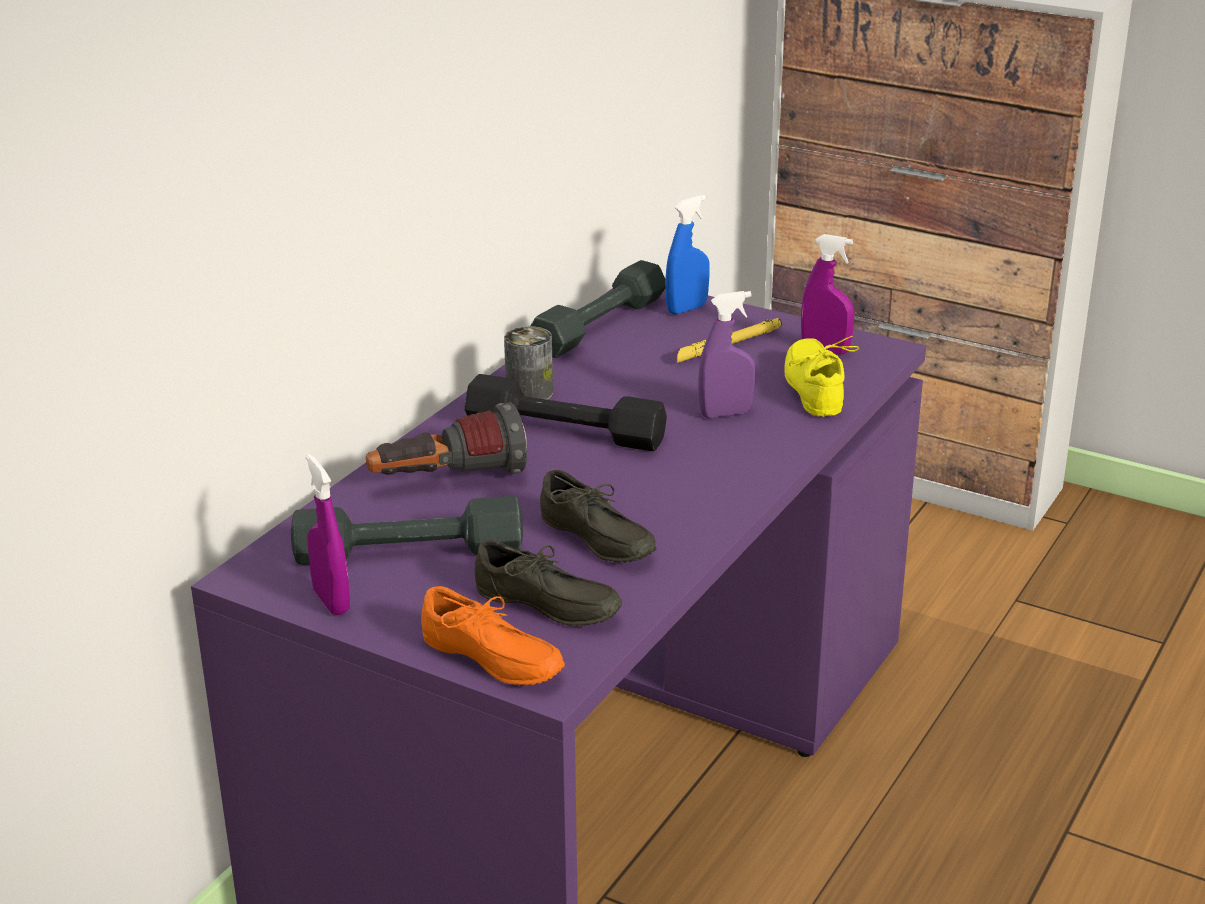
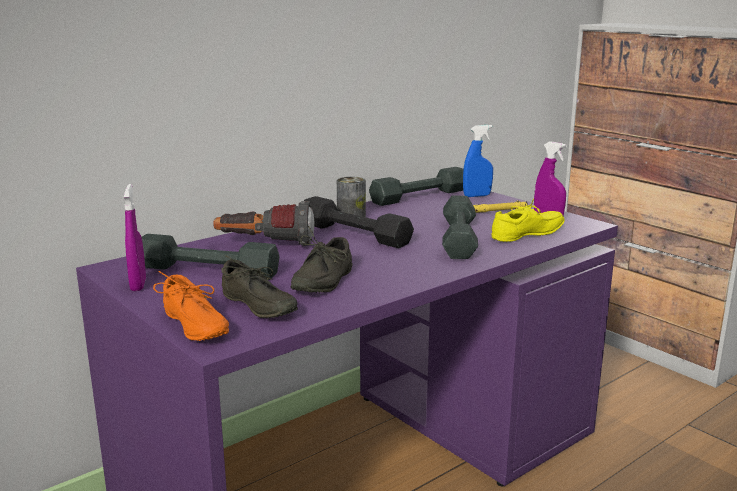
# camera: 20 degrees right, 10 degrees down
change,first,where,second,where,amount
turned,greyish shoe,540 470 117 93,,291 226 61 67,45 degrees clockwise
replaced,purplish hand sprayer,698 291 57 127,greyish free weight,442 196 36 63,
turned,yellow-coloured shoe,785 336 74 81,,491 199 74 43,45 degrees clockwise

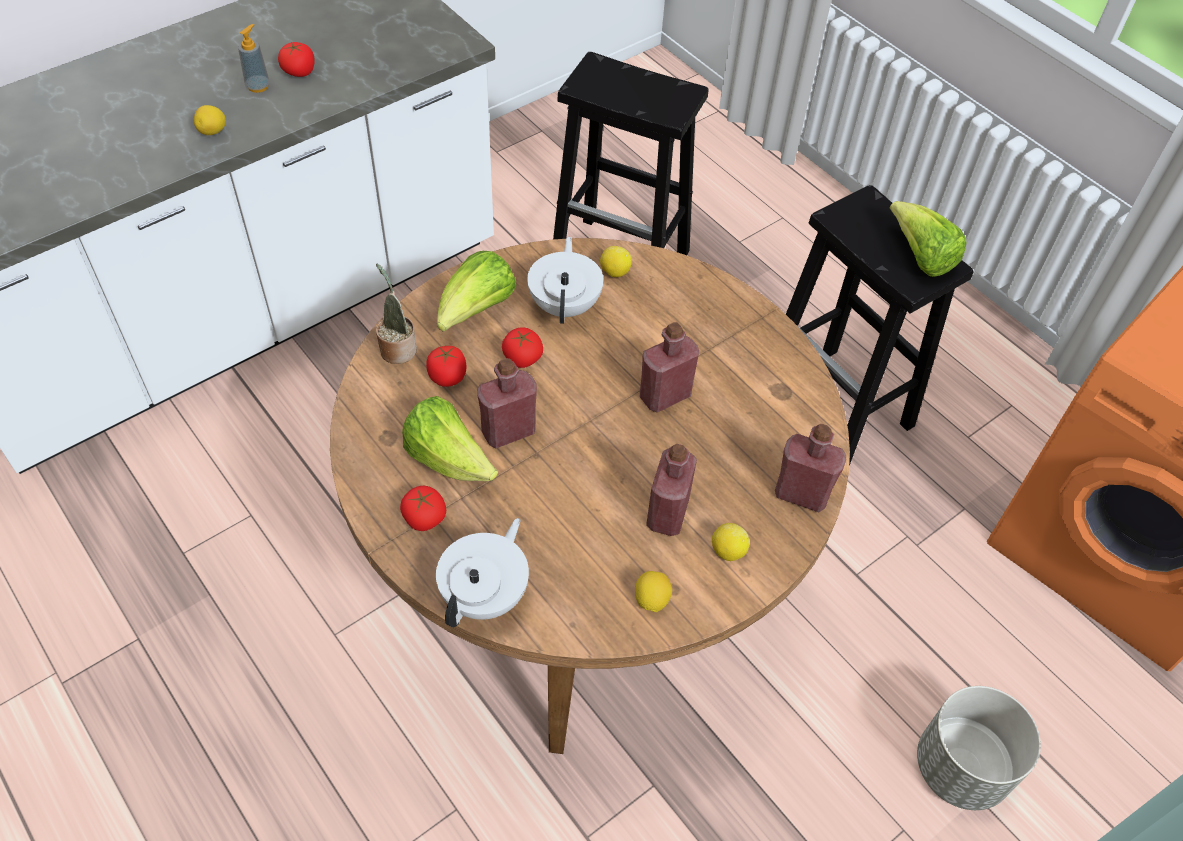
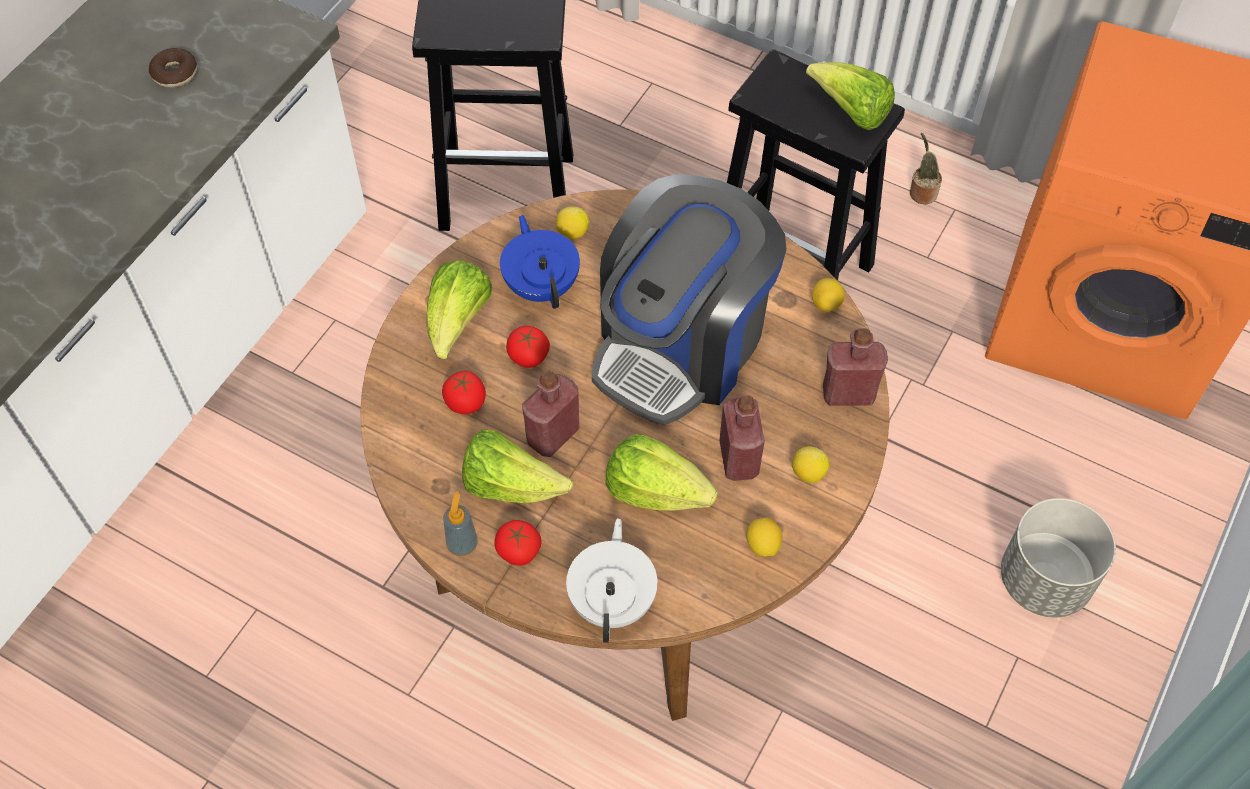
# camera: 20 degrees left, 5 degrees up
change,first,where,second,where,amount
added,,,ring doughnut,149 48 48 40,
moved,soap dispenser,238 24 32 69,,443 491 35 65,
recoloured,white pot for tea,527 237 77 87,blue-coloured pot for tea,500 215 80 94,
replaced,red-coloured beverage bottle,640 322 59 91,coffee maker,592 174 194 251,
added,,,lettuce head,605 434 113 77,
moved,lemon,193 105 33 30,,812 278 33 34,
moved,plant in a pot,376 264 41 100,,910 132 32 72,
removed,whole tomato,278 42 37 35,,,

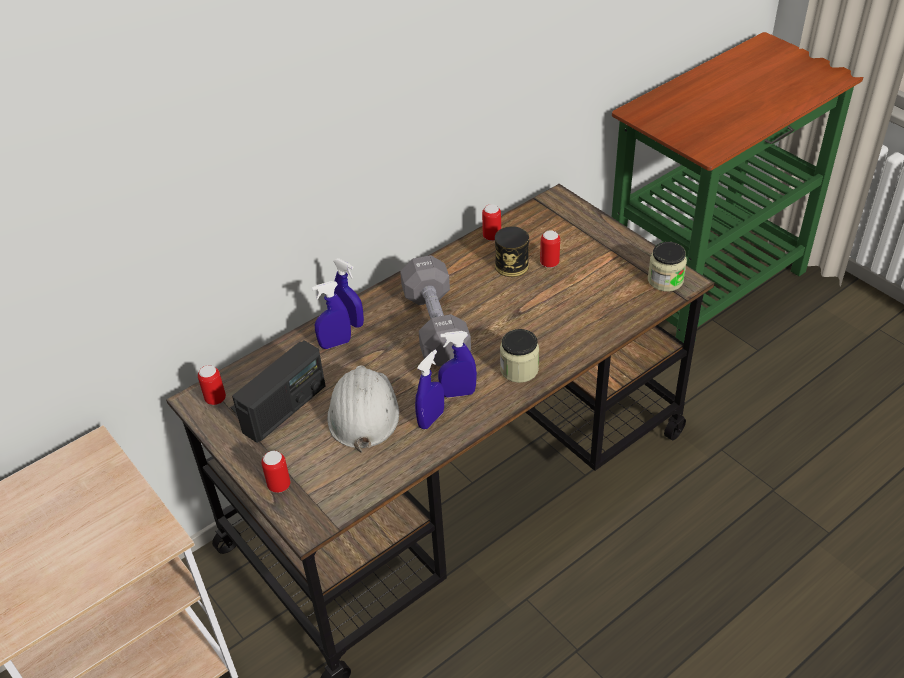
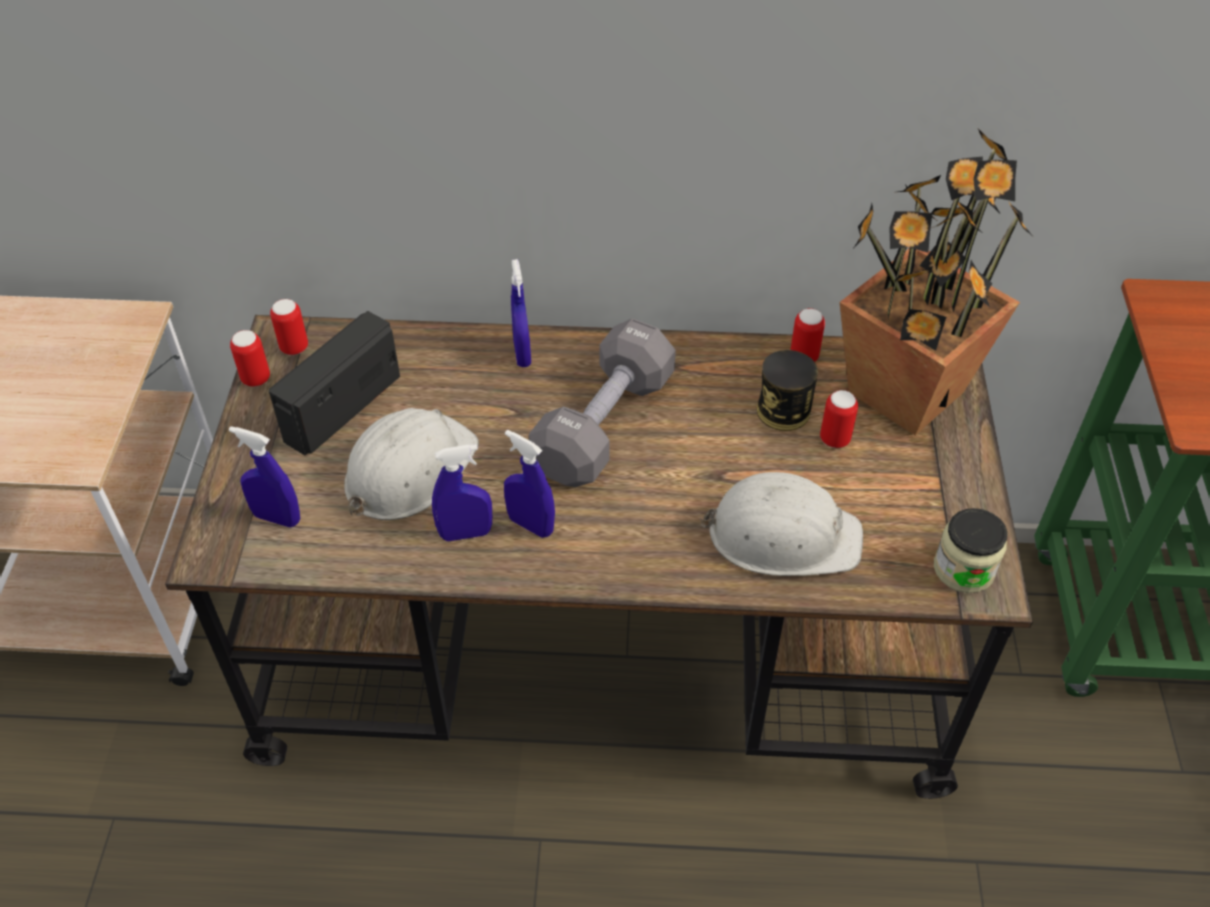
# camera: 40 degrees right, 5 degrees up
change,first,where,second,where,amount
moved,blue-coloured hand sprayer,312 281 39 68,,229 426 71 101,
moved,metal can,261 451 29 42,,230 330 40 57,
turned,radio set,232 340 93 103,,269 311 131 144,135 degrees clockwise
added,,,white work helmet,700 472 163 104,
added,,,plant in a pot,840 129 192 306,
removed,storage jar,500 329 39 54,,,

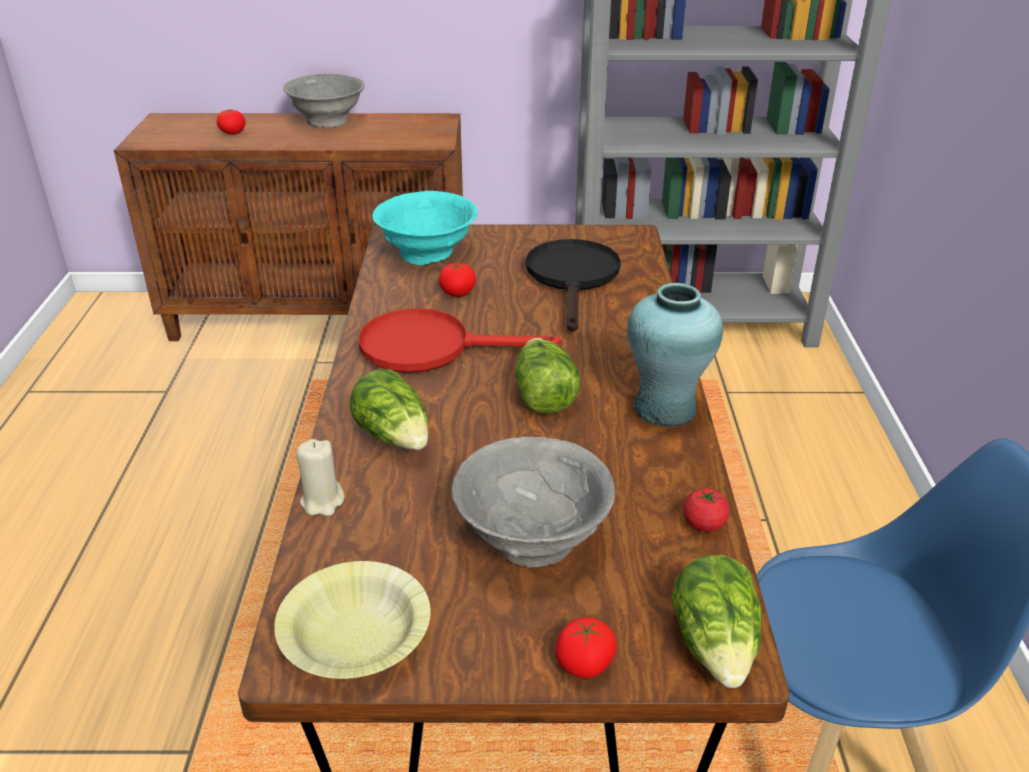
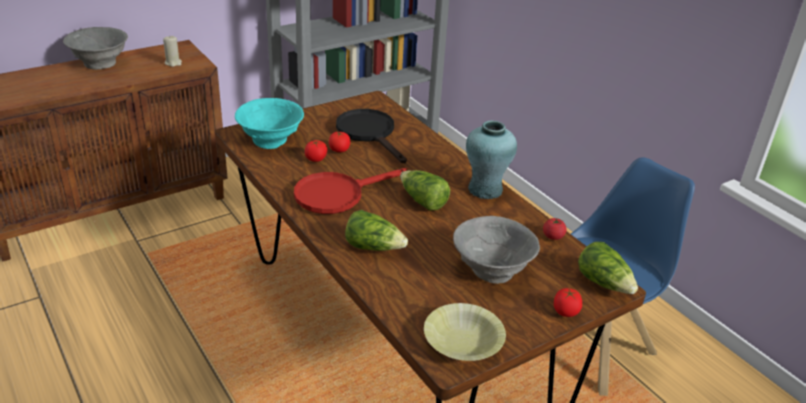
# camera: 35 degrees left, 0 degrees up
change,first,where,second,where,amount
moved,beige candle,296 439 48 77,,163 36 19 31,
moved,whole tomato,217 109 29 25,,329 132 21 20,

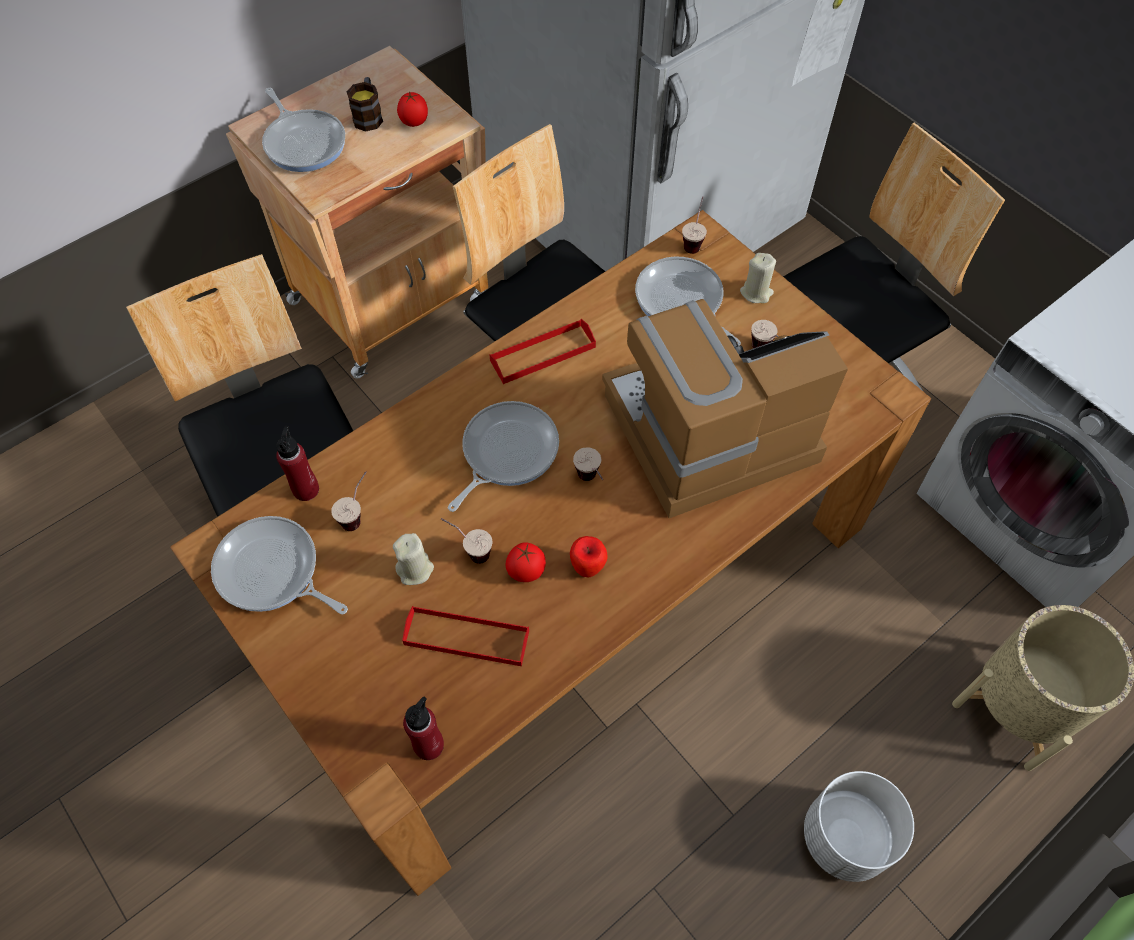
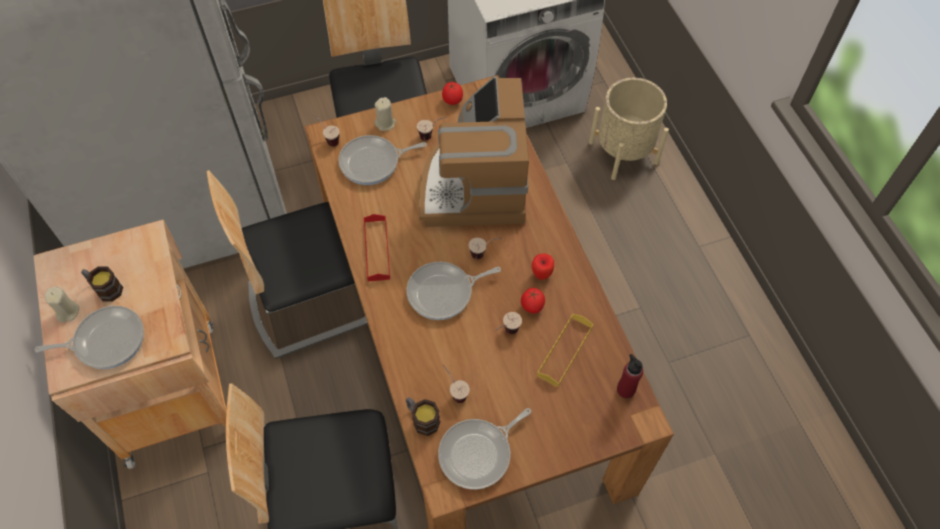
# camera: 70 degrees left, 0 degrees up
change,first,where,second,where,amount
moved,beige candle,393 533 41 52,,44 287 35 35,
turned,pan,448 401 111 111,,406 262 95 58,75 degrees counterclockwise
replaced,red-coloured beverage bottle,276 426 43 75,tea mug,406 397 34 39,
moved,whole tomato,397 91 31 36,,442 82 21 23,
recoloured,red-coloured carrying tray,402 606 127 60,yellow-coloured carrying tray,537 314 56 73,
removed,white flower pot,804 771 110 111,,,

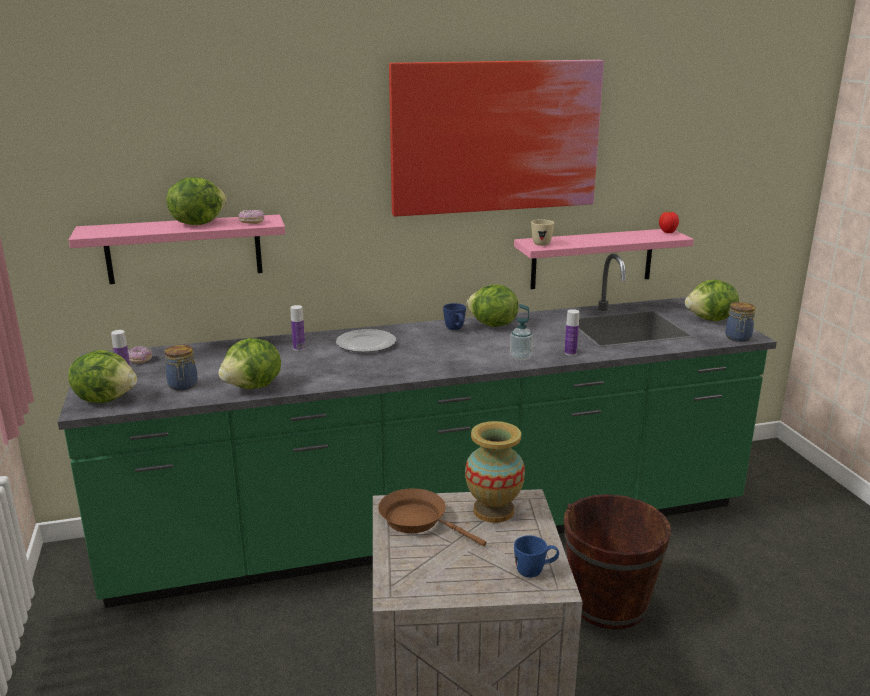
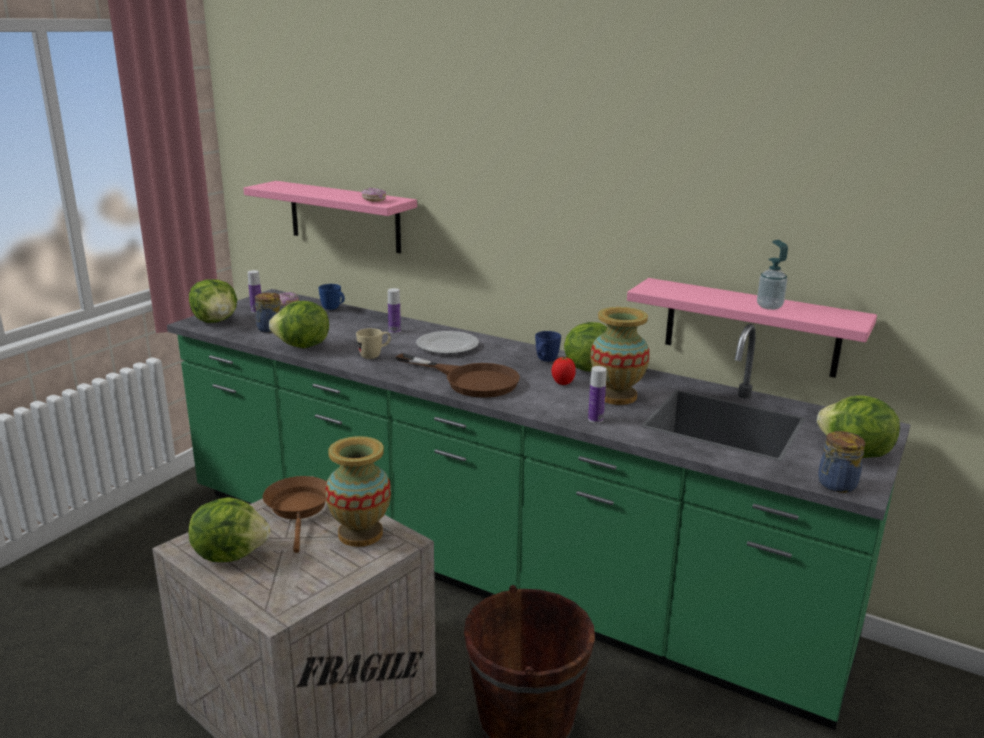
# camera: 45 degrees right, 0 degrees up
change,first,where,second,where,amount
moved,lettuce head,166 178 61 47,,188 497 82 65,
moved,blue-coloured tea mug,514 535 45 43,,318 284 27 26,
moved,beige tea mug,531 219 23 27,,356 328 35 31,
added,,,brown pan,396 353 124 45,
moved,whole tomato,659 211 20 22,,552 357 24 28,
added,,,decorative vase,591 307 59 98,
moved,soap dispenser,510 304 23 56,,757 240 31 70,
removed,picture,389 60 215 157,,,

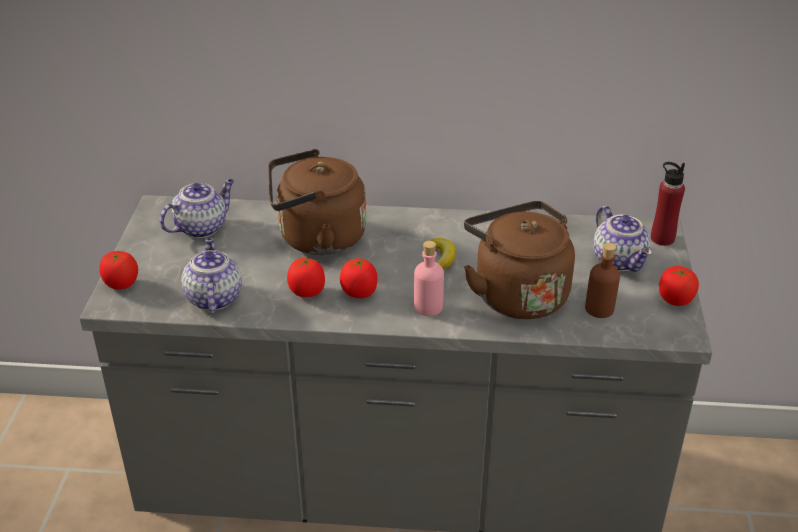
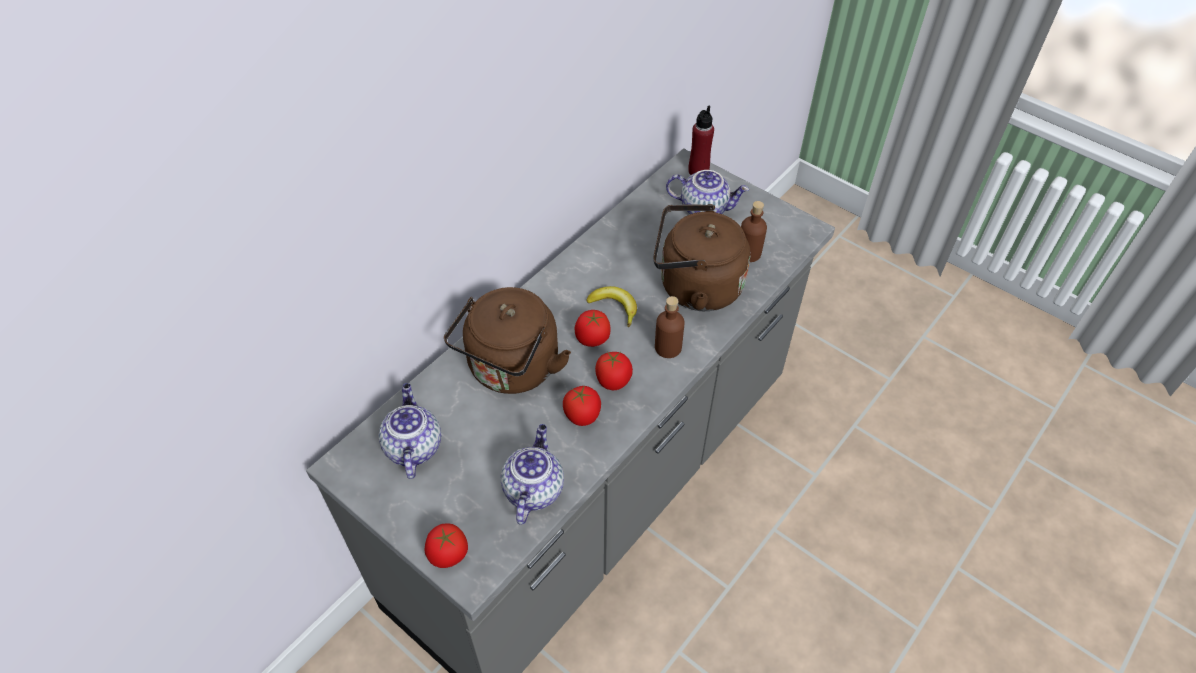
# camera: 55 degrees left, 15 degrees up
change,first,where,second,where,amount
turned,pot for tea,181 237 61 77,,501 424 63 101,75 degrees clockwise
moved,whole tomato,659 266 40 40,,575 310 36 37,
recoloured,pink-coloured beverage bottle,414 241 30 75,brown beverage bottle,655 296 30 62,

